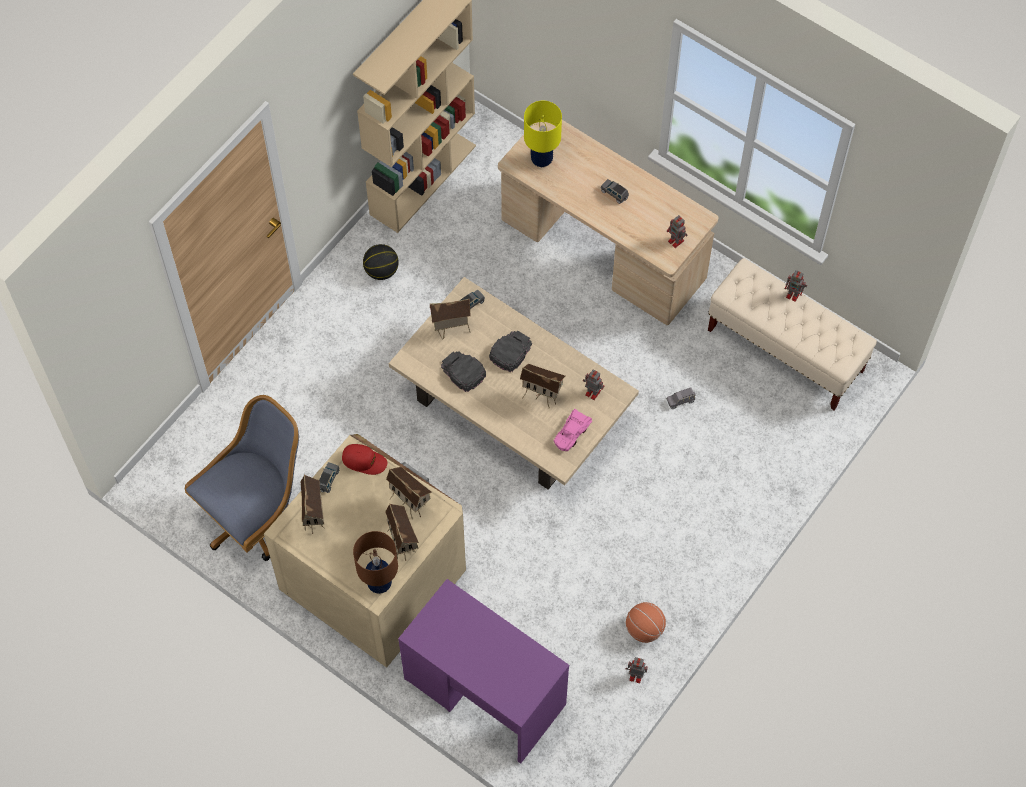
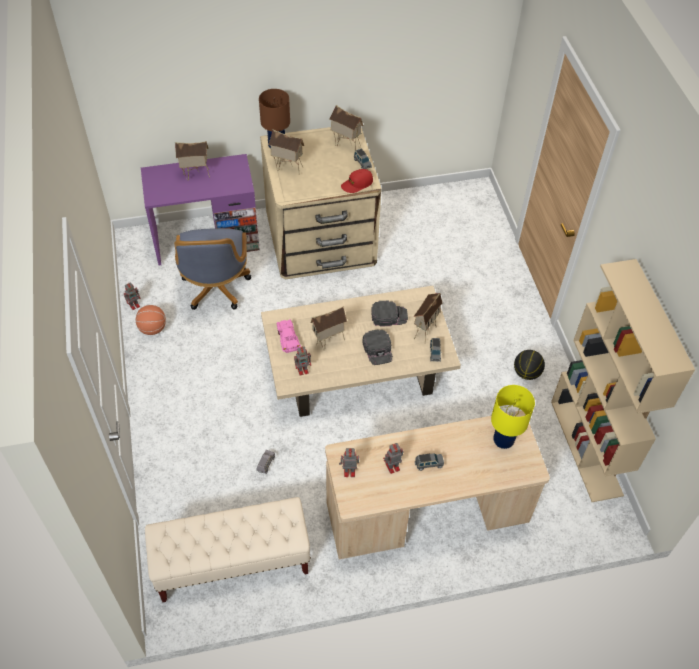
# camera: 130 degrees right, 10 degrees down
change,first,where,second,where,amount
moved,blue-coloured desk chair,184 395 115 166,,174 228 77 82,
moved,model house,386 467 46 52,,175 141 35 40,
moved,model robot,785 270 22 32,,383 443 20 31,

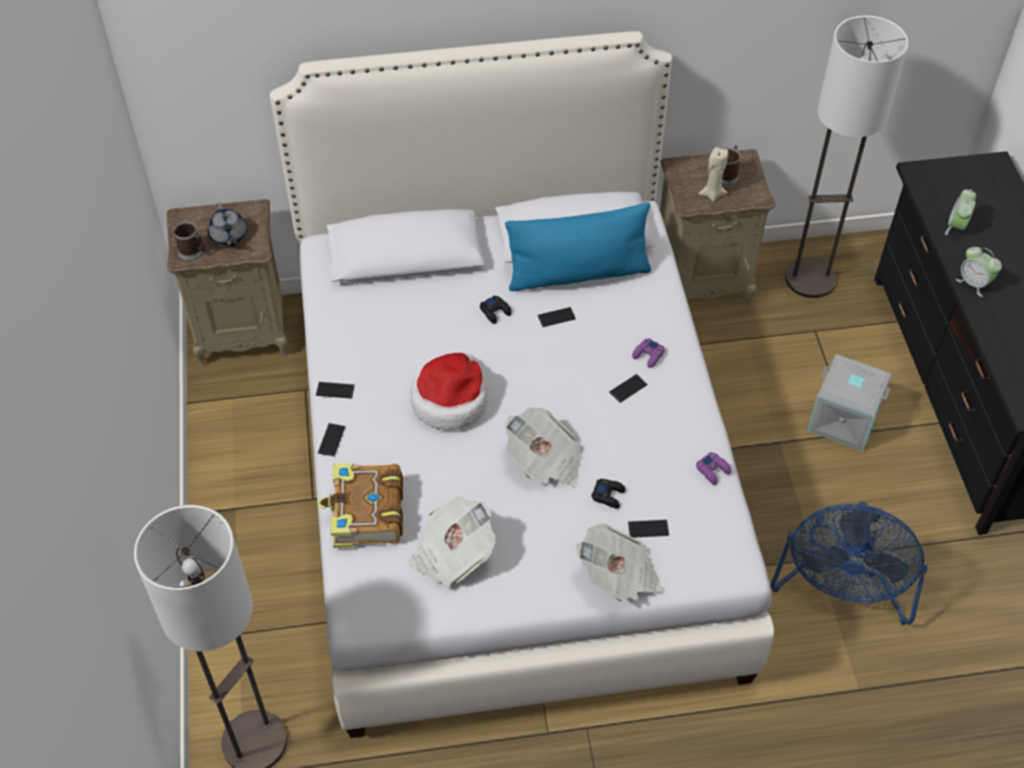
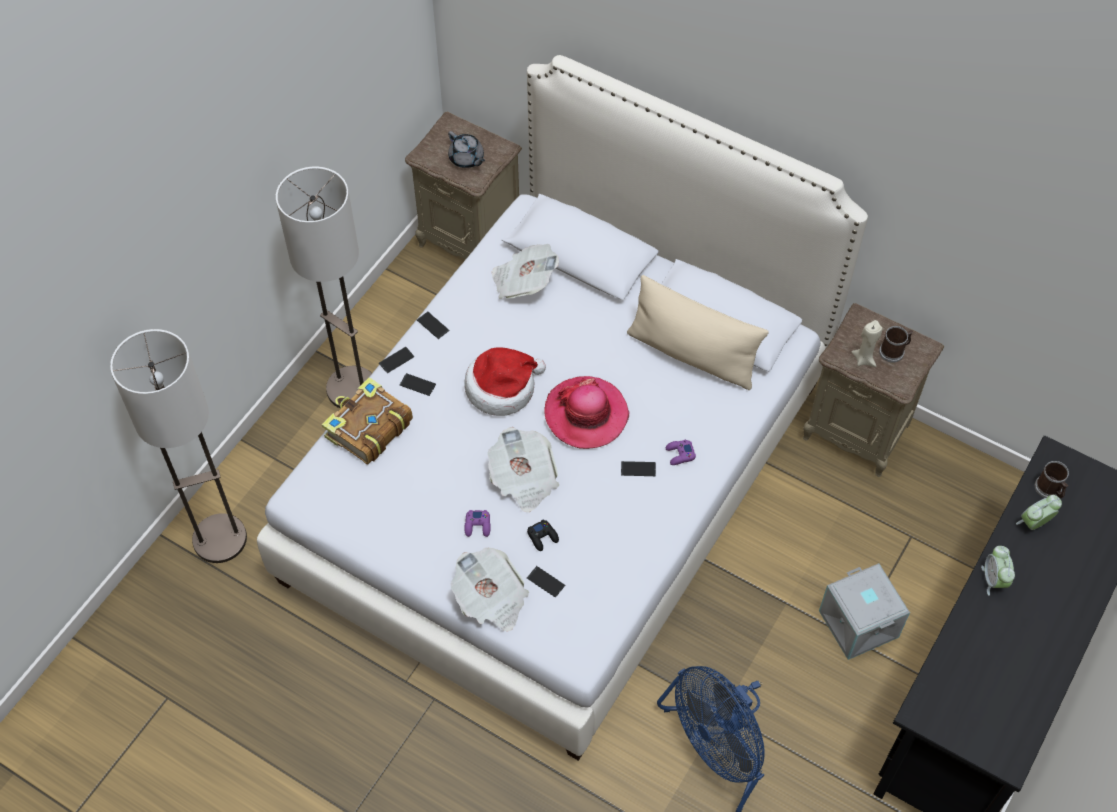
# camera: 40 degrees right, 5 degrees up
change,first,where,second,where,amount
moved,standard lamp,785 15 124 283,,275 166 97 242,
moved,handset,538 307 38 20,,400 373 36 23,
turned,greyish pot for tea,208 202 39 44,,448 131 37 37,60 degrees counterclockwise
moved,purplish joypad,696 452 36 33,,465 510 26 27,
moved,daily paper,409 496 87 92,,491 244 68 55,
added,,,wearable hat,544 376 85 73,
recoloured,blue-coloured throw pillow,505 203 146 88,beige throw pillow,627 275 142 115,
moved,tea mug,173 222 33 39,,1035 461 34 37,
removed,black-coloured joypad,480 295 32 29,,,

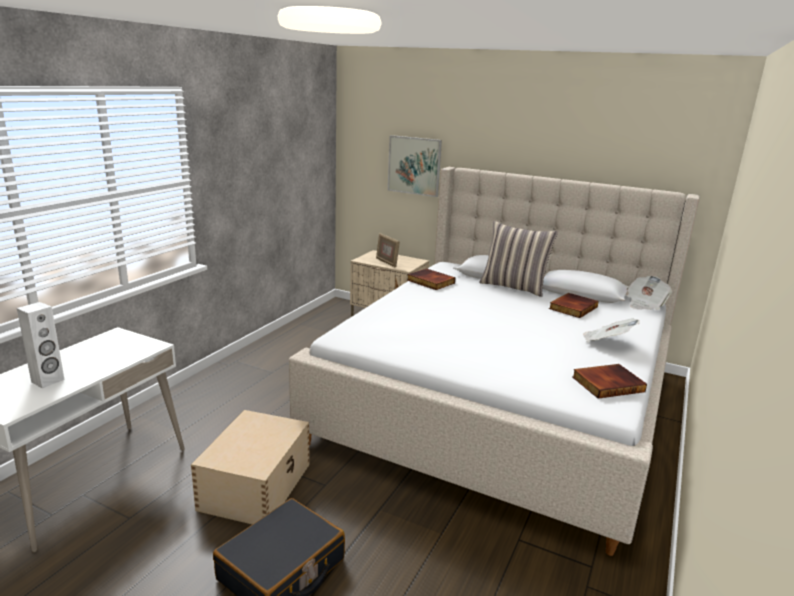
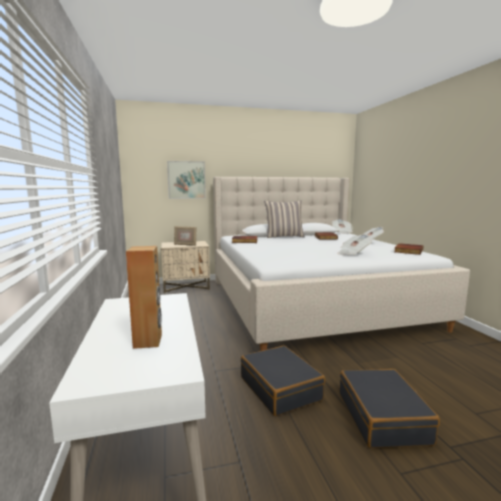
# camera: 40 degrees left, 10 degrees down
change,first,where,second,where,amount
recoloured,white loudspeaker,17 302 48 86,brown loudspeaker,126 246 36 103,
replaced,beige storage box,191 410 119 115,black-coloured suitcase,241 345 84 71,
added,,,daily paper,337 234 35 21,

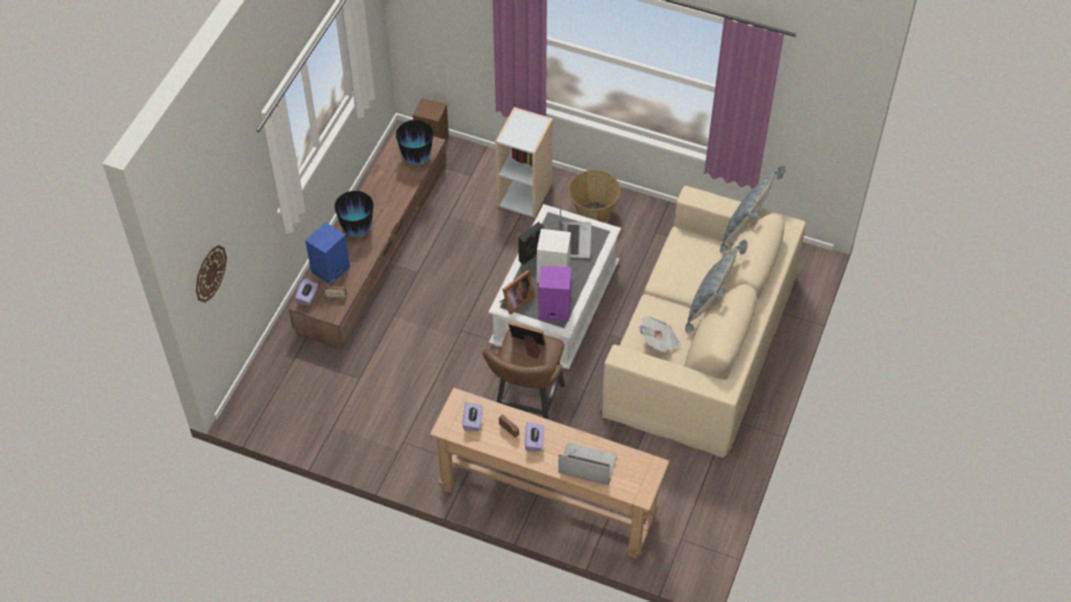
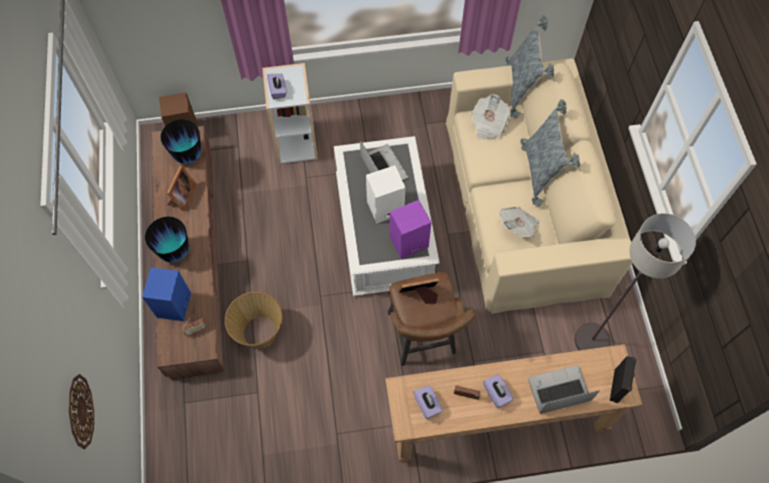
# camera: 30 degrees left, 10 degrees up
change,first,where,second,where,amount
moved,picture frame,500 270 35 45,,167 166 30 45,
moved,storage basket,568 170 53 53,,225 292 57 56,
moved,purplish box of tissues,295 279 23 27,,267 74 20 25,
added,,,daily paper,471 94 40 46,
added,,,greyish standard lamp,575 213 121 137,
moved,black-coloured loudspeaker,518 222 26 43,,610 356 26 47,

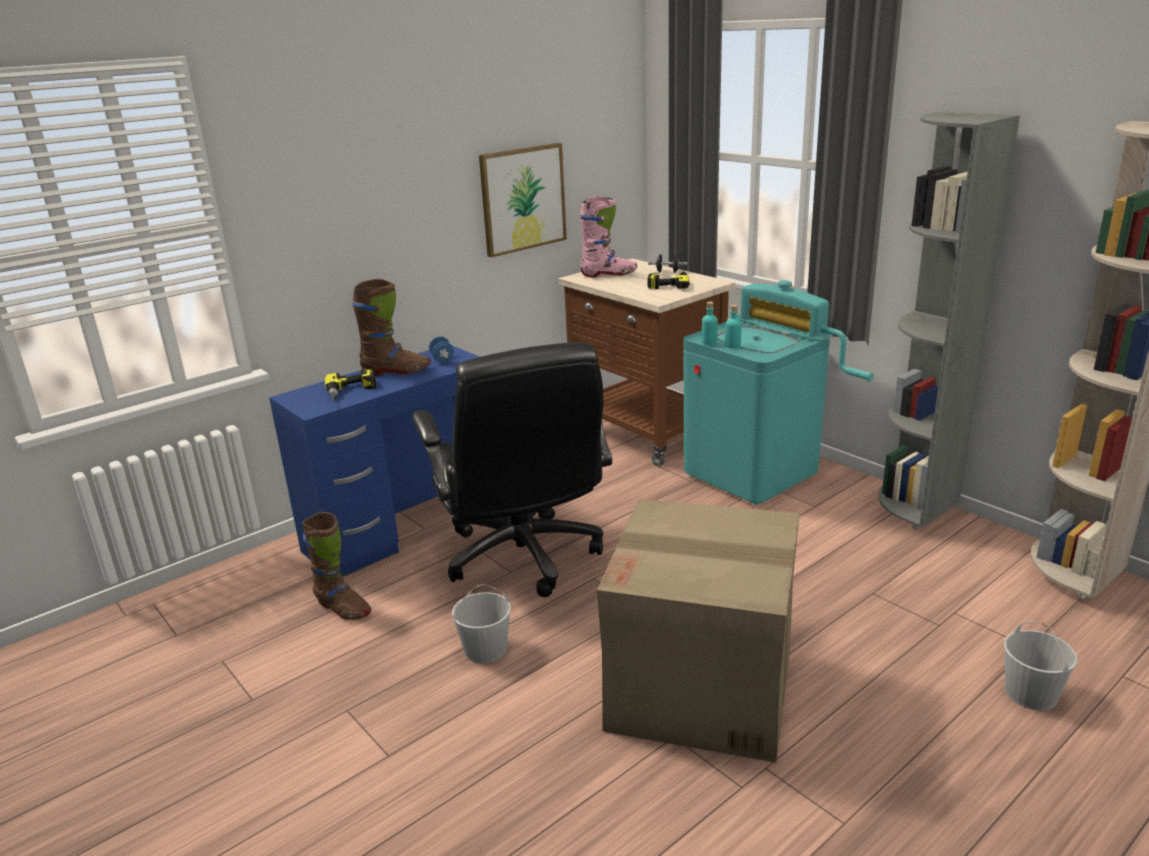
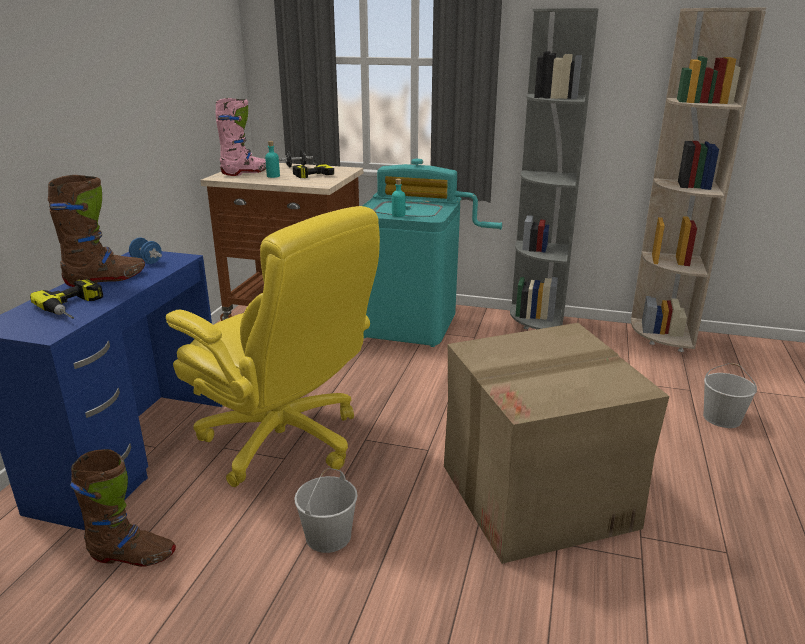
# camera: 35 degrees left, 0 degrees up
change,first,where,second,where,amount
recoloured,black-coloured desk chair,412 342 200 255,yellow-coloured desk chair,166 206 214 281,
moved,blue-green beverage bottle,702 302 16 43,,265 141 15 37,
removed,picture,479 143 88 114,,,

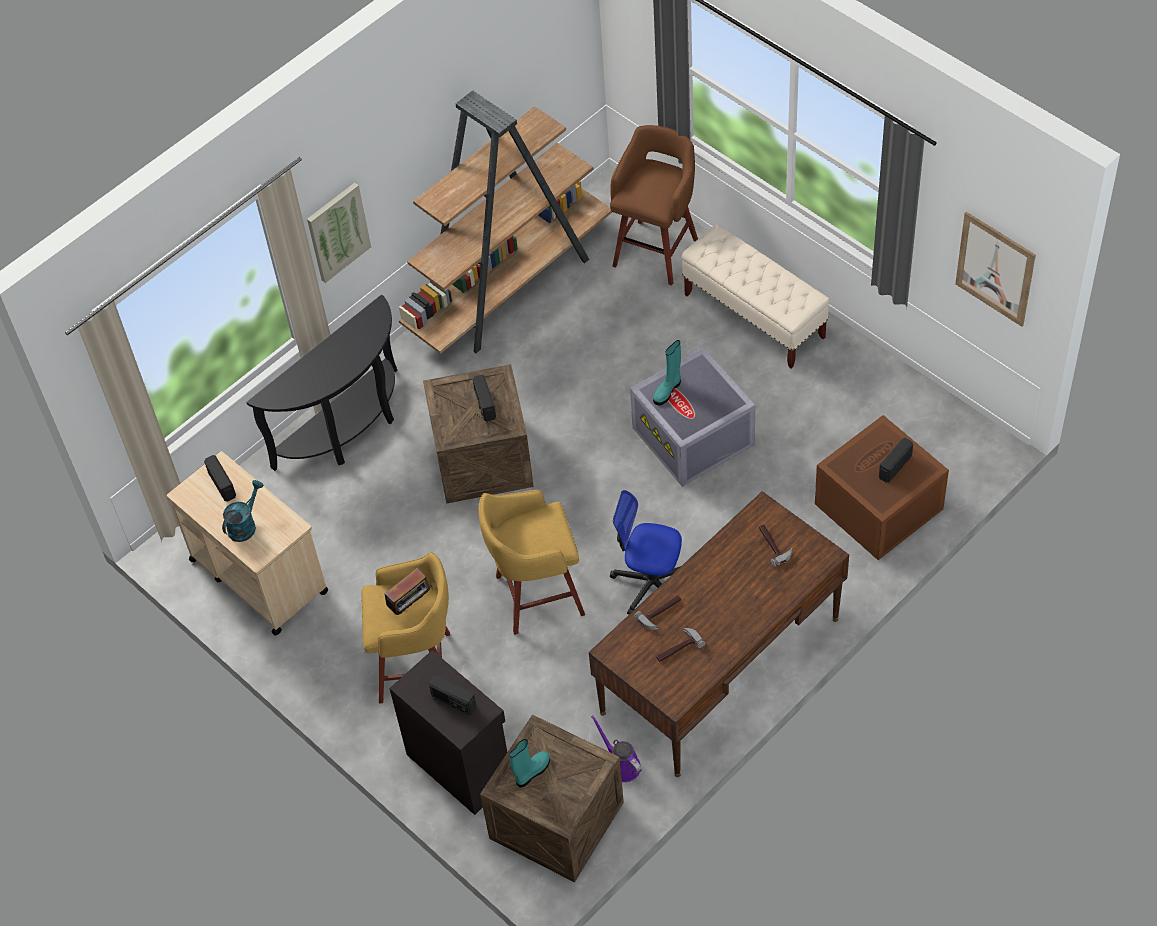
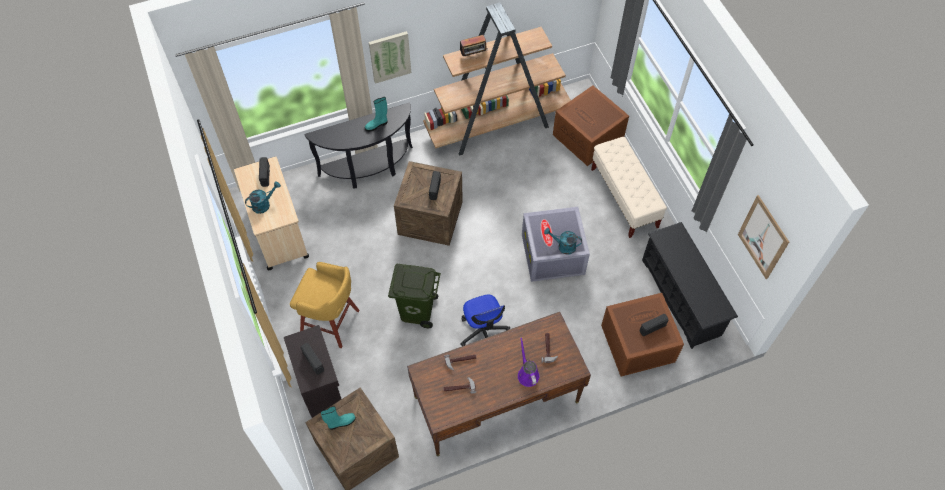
# camera: 20 degrees right, 5 degrees up
change,first,where,second,where,amount
moved,blue-green tall boot,653 340 28 66,,365 97 23 35,
replaced,yellow-coloured sitting stool,478 490 107 145,green rubbish bin,388 264 53 64,
moved,radio set,385 568 48 47,,460 35 27 21,
turned,desk chair,610 490 72 124,,460 295 50 51,150 degrees counterclockwise
moved,purplish sprinkling can,591 715 51 67,,518 337 21 50,
added,,,blue-green sprinkling can,544 228 38 27,
replaced,brown sitting stool,610 125 88 160,brown storage box,553 85 76 81,
added,,,black-coloured shoe rack,642 222 96 127,

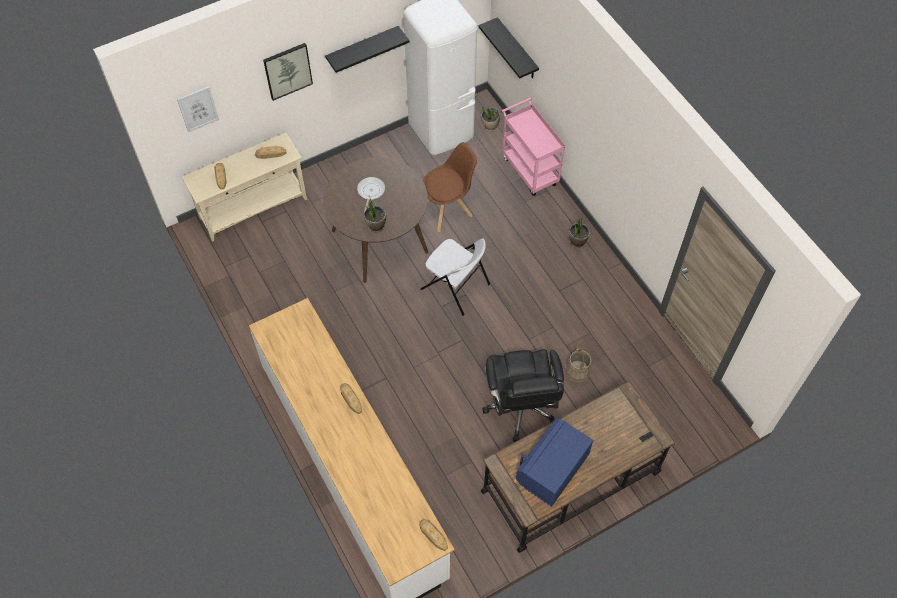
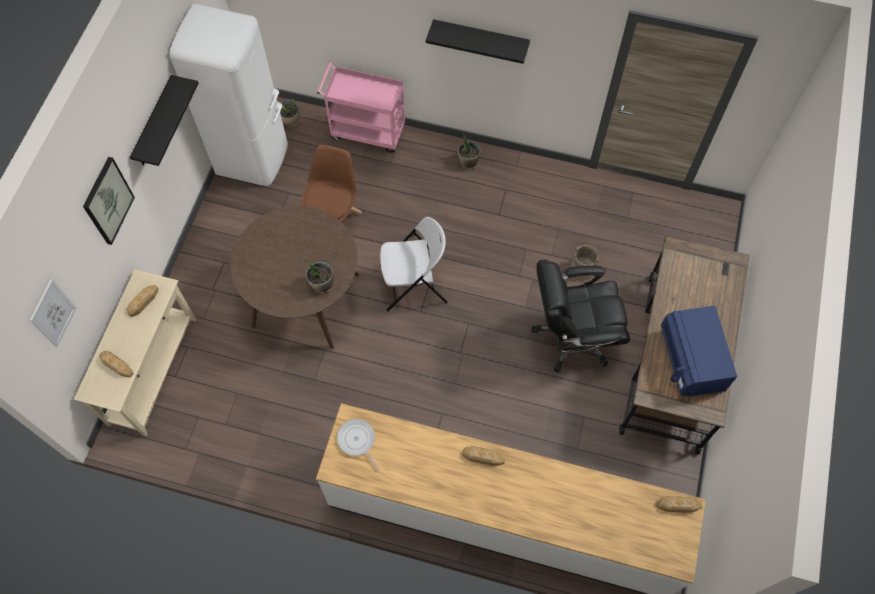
# camera: 45 degrees left, 5 degrees up
change,first,where,second,where,amount
moved,pan,357 177 28 35,,337 419 42 52,
moved,black-coloured bracket shelf,479 17 60 62,,426 19 104 45,
turned,black-coloured desk chair,482 349 82 93,,531 260 99 113,135 degrees clockwise

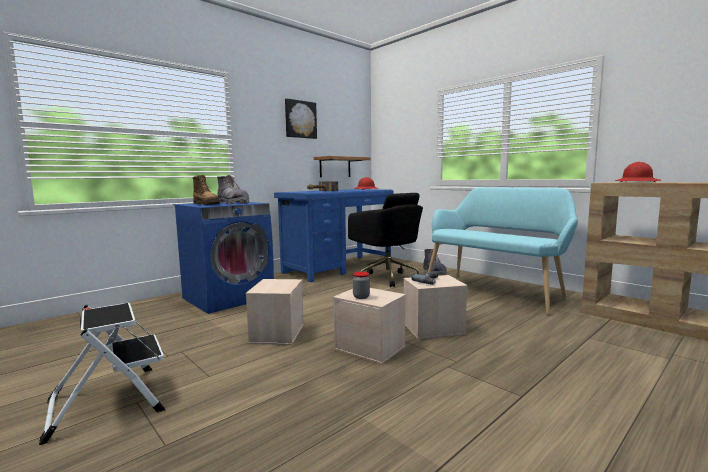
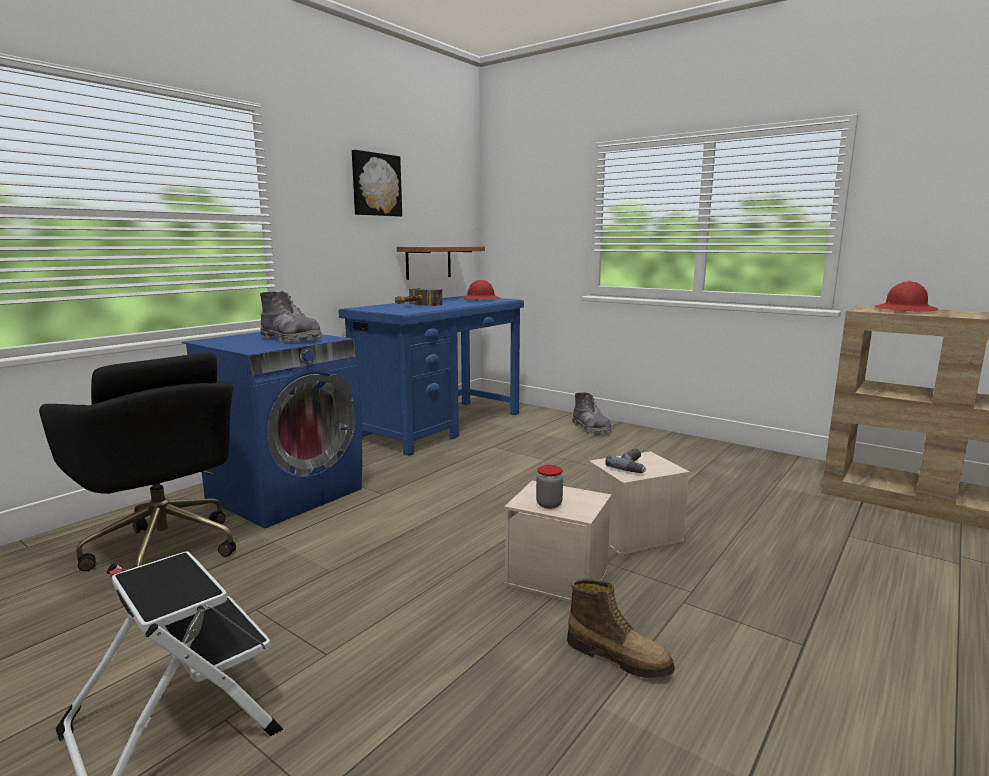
# camera: 10 degrees left, 5 degrees up
change,first,where,second,where,amount
moved,black-coloured desk chair,348 193 75 94,,39 353 197 218,
moved,tall boot,193 175 27 30,,567 579 108 99,
removed,beige storage box,246 279 58 66,,,
removed,blue-green long seat,428 187 150 128,,,

